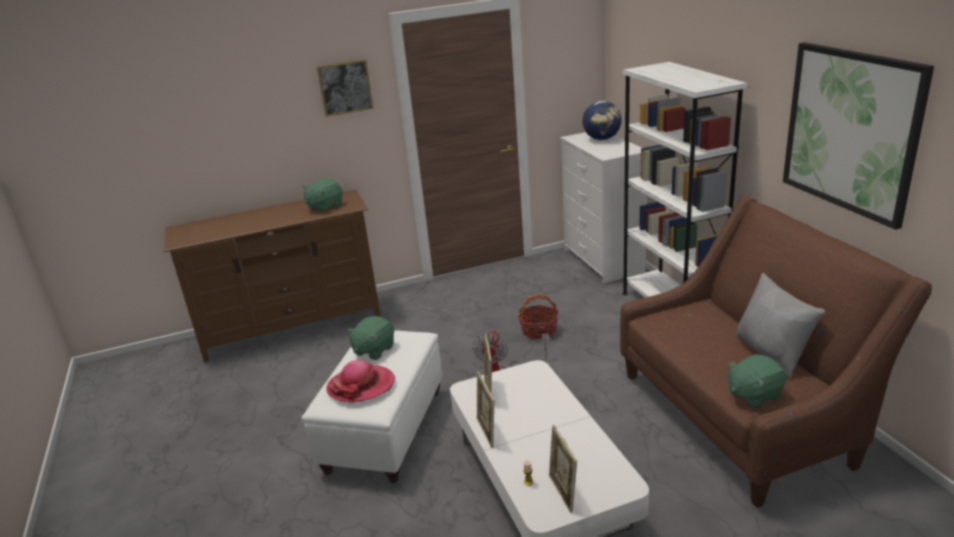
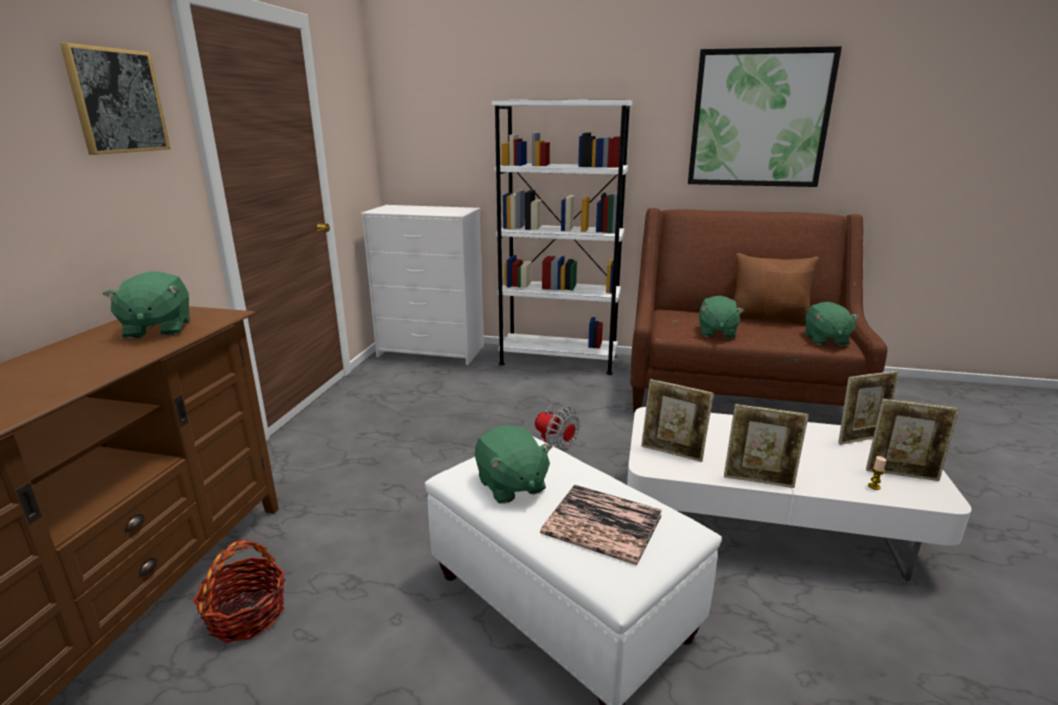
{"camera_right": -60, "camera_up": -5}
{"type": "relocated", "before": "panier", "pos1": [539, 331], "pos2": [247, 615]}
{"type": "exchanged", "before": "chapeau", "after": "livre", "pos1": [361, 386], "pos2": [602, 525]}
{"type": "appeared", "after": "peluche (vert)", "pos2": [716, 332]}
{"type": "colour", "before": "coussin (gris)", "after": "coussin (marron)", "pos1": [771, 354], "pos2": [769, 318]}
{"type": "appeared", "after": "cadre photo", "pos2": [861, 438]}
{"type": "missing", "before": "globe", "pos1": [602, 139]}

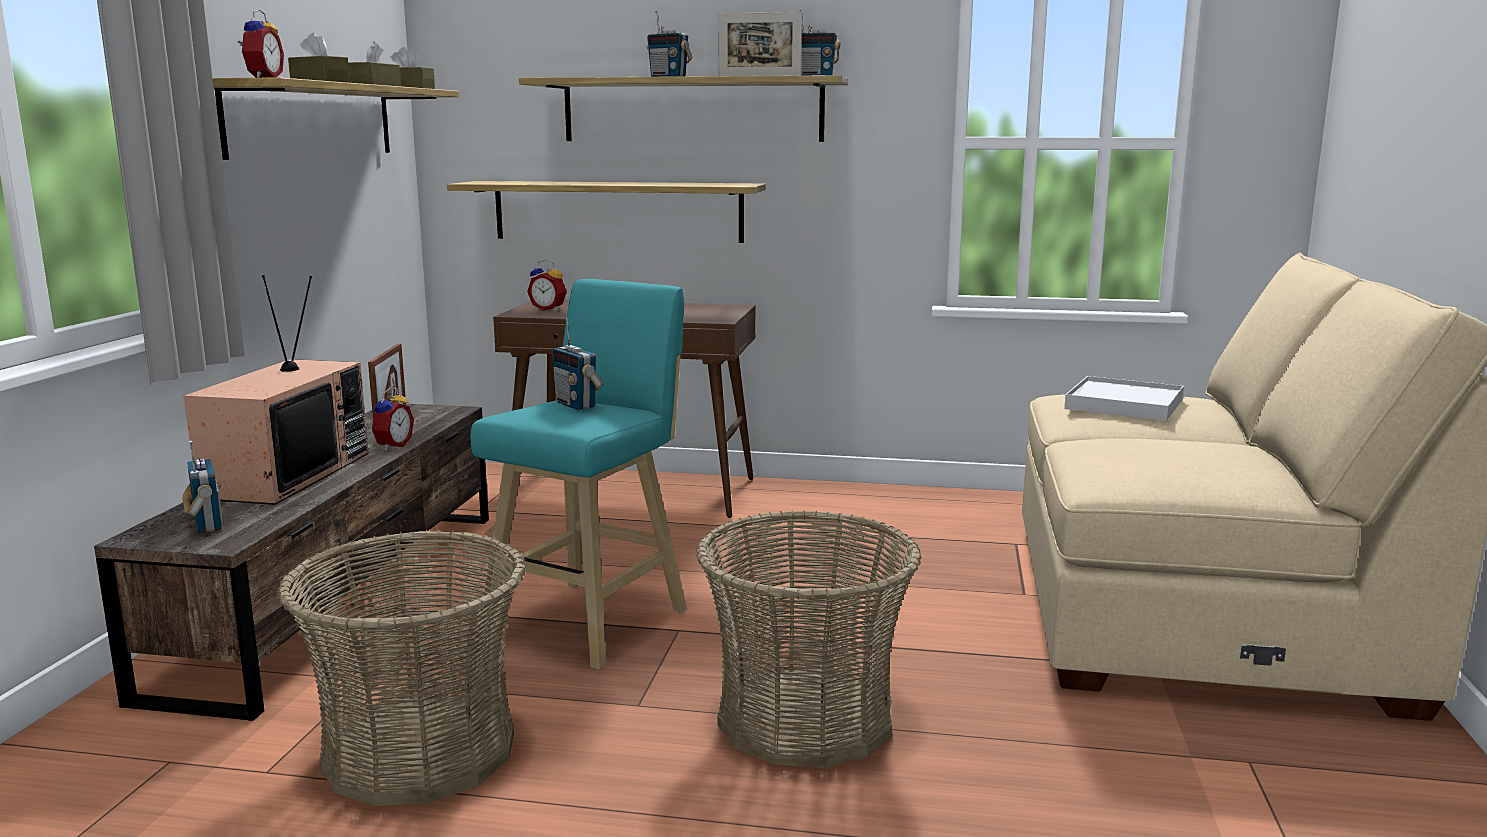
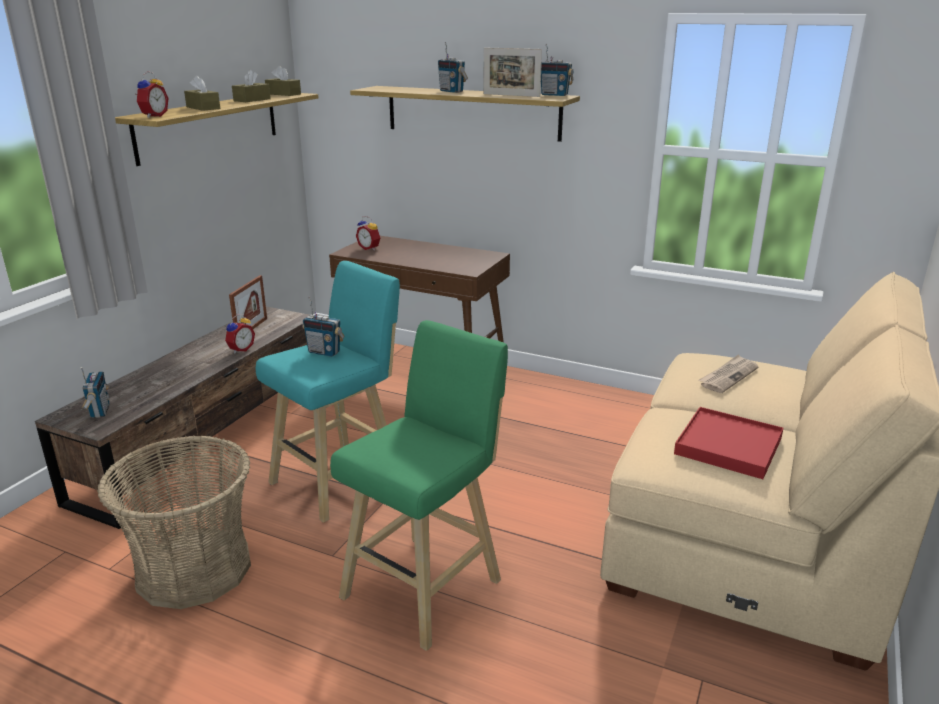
{"camera_right": 15, "camera_up": 10}
{"type": "spun", "before": "radio", "pos1": [576, 405], "pos2": [324, 352], "turn": -45}
{"type": "exchanged", "before": "panier", "after": "tabouret (vert)", "pos1": [805, 718], "pos2": [426, 585]}
{"type": "appeared", "after": "plateau (rouge)", "pos2": [728, 446]}
{"type": "exchanged", "before": "plateau (blanc)", "after": "journal", "pos1": [1123, 404], "pos2": [728, 376]}
{"type": "missing", "before": "téléviseur", "pos1": [286, 474]}
{"type": "missing", "before": "étagère", "pos1": [618, 211]}

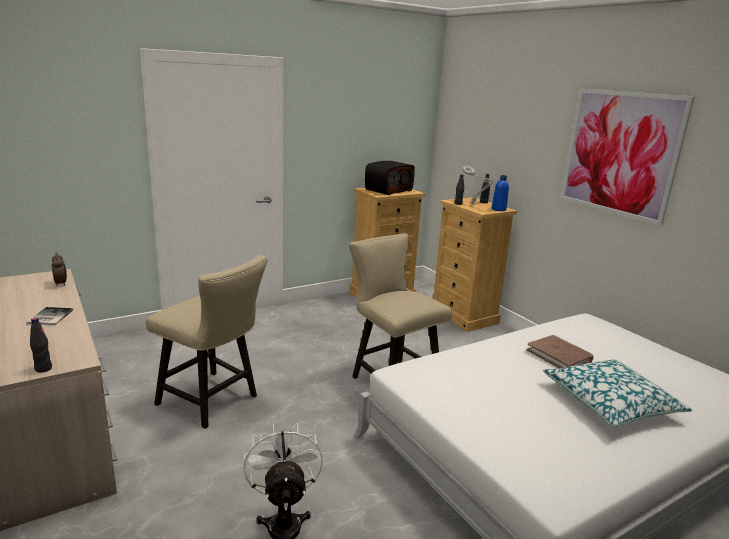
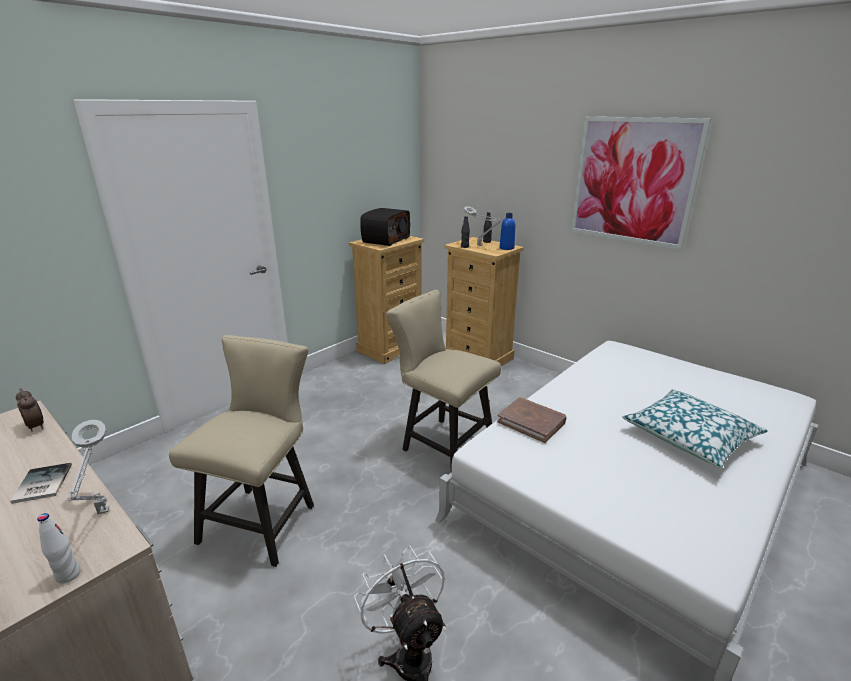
{"camera_right": -15, "camera_up": 5}
{"type": "colour", "before": "bouteille (noir)", "after": "bouteille (blanc)", "pos1": [43, 369], "pos2": [68, 575]}
{"type": "appeared", "after": "lampe de table (gris)", "pos2": [103, 514]}
{"type": "spun", "before": "chaise (beige)", "pos1": [213, 402], "pos2": [263, 518], "turn": -90}
{"type": "relocated", "before": "livre (marron)", "pos1": [559, 356], "pos2": [531, 421]}

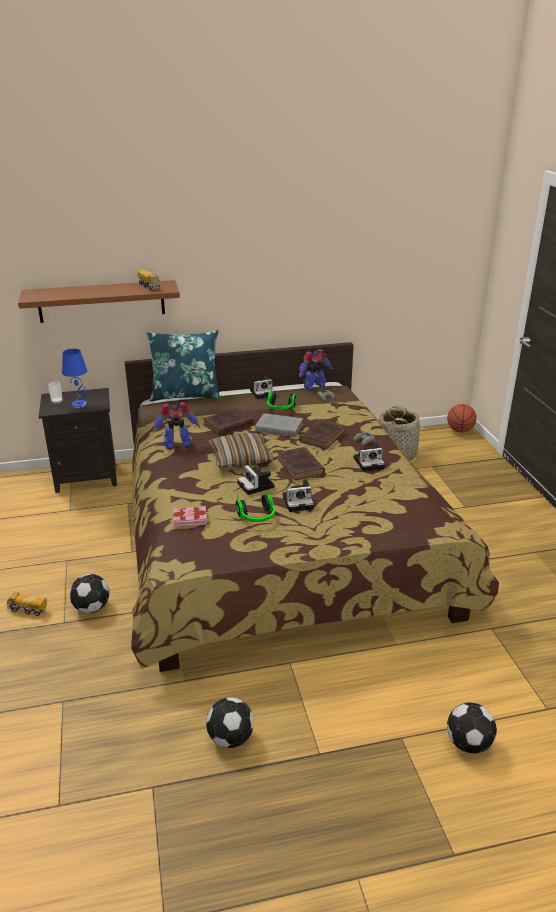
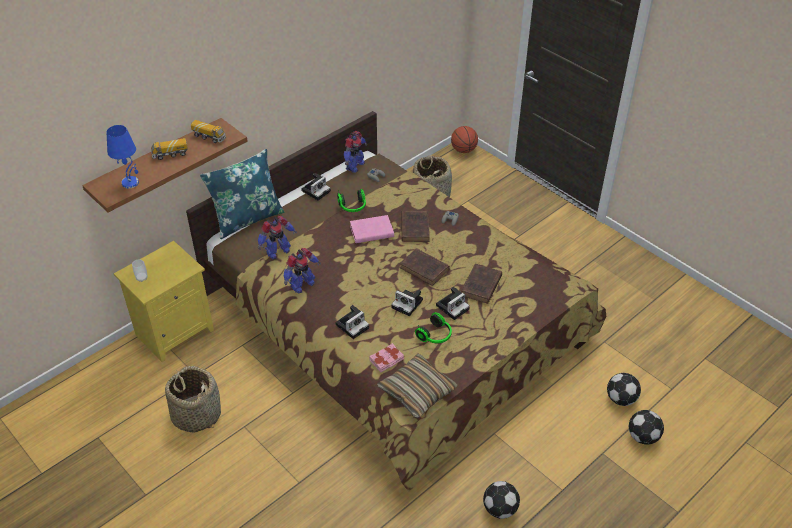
{"camera_right": -30, "camera_up": 15}
{"type": "relocated", "before": "lampe de table (bleu)", "pos1": [80, 404], "pos2": [130, 182]}
{"type": "colour", "before": "table de chevet (noir)", "after": "table de chevet (jaune)", "pos1": [87, 476], "pos2": [175, 331]}
{"type": "relocated", "before": "camion jouet", "pos1": [28, 610], "pos2": [170, 154]}
{"type": "appeared", "after": "panier", "pos2": [196, 414]}
{"type": "appeared", "after": "robot jouet", "pos2": [277, 251]}
{"type": "relocated", "before": "appareil photo", "pos1": [369, 462], "pos2": [353, 325]}
{"type": "colour", "before": "livre (gris)", "after": "livre (rose)", "pos1": [278, 428], "pos2": [370, 232]}
{"type": "relocated", "before": "coussin", "pos1": [240, 458], "pos2": [417, 391]}
{"type": "relocated", "before": "livre (marron)", "pos1": [227, 424], "pos2": [480, 286]}
{"type": "relocated", "before": "ballon de foot", "pos1": [92, 607], "pos2": [620, 398]}

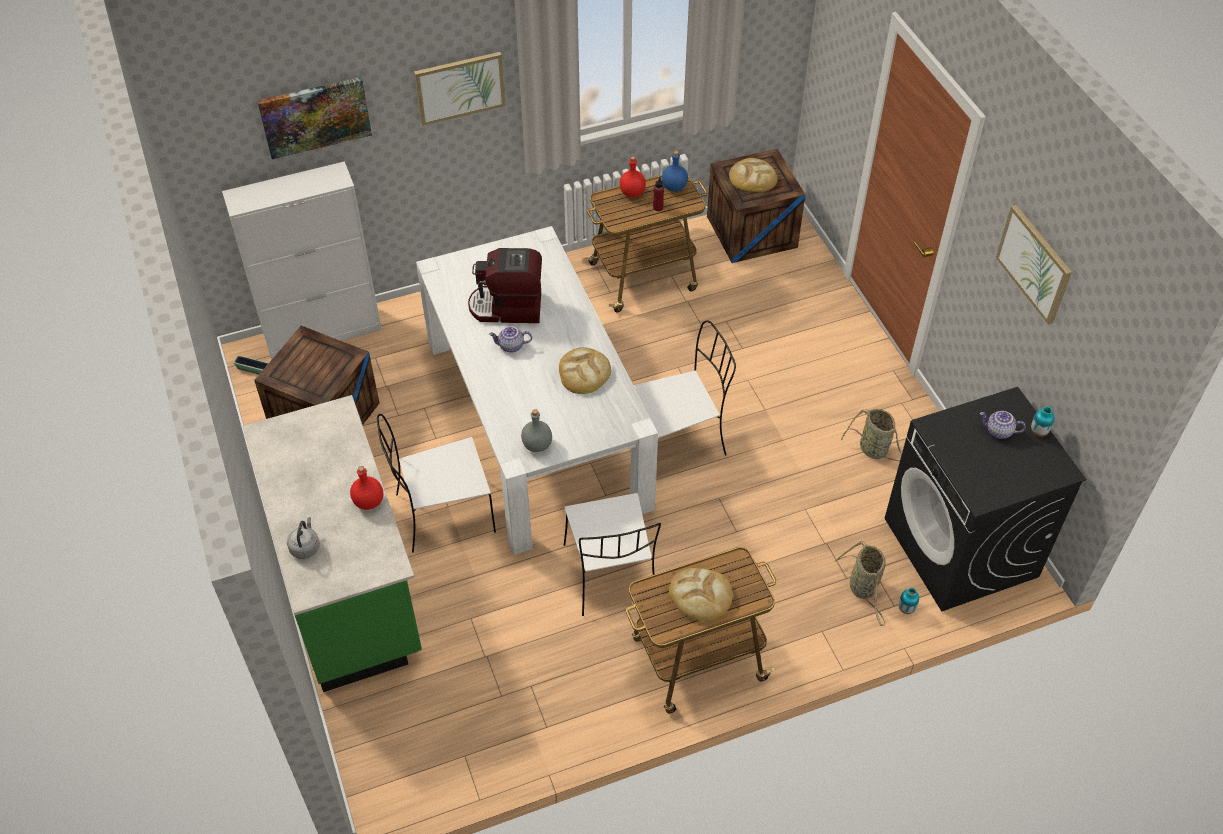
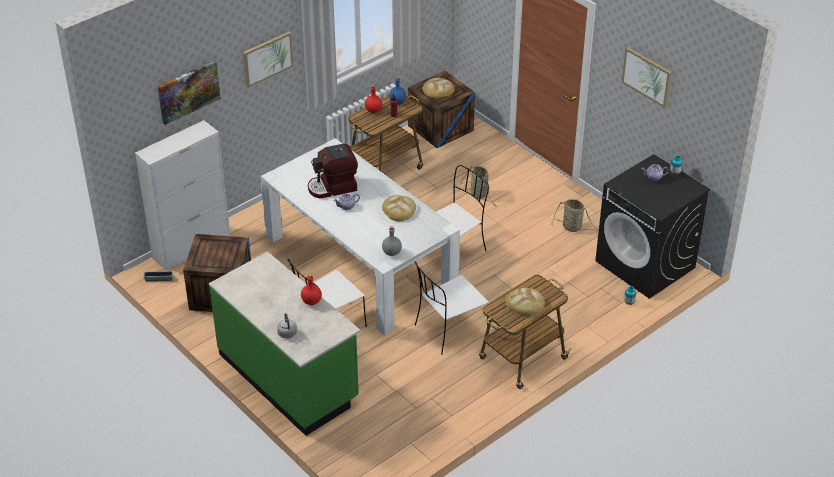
{"camera_right": -20, "camera_up": -10}
{"type": "spun", "before": "chaise (blanc)", "pos1": [611, 575], "pos2": [449, 330], "turn": 90}
{"type": "relocated", "before": "panier", "pos1": [863, 589], "pos2": [479, 195]}

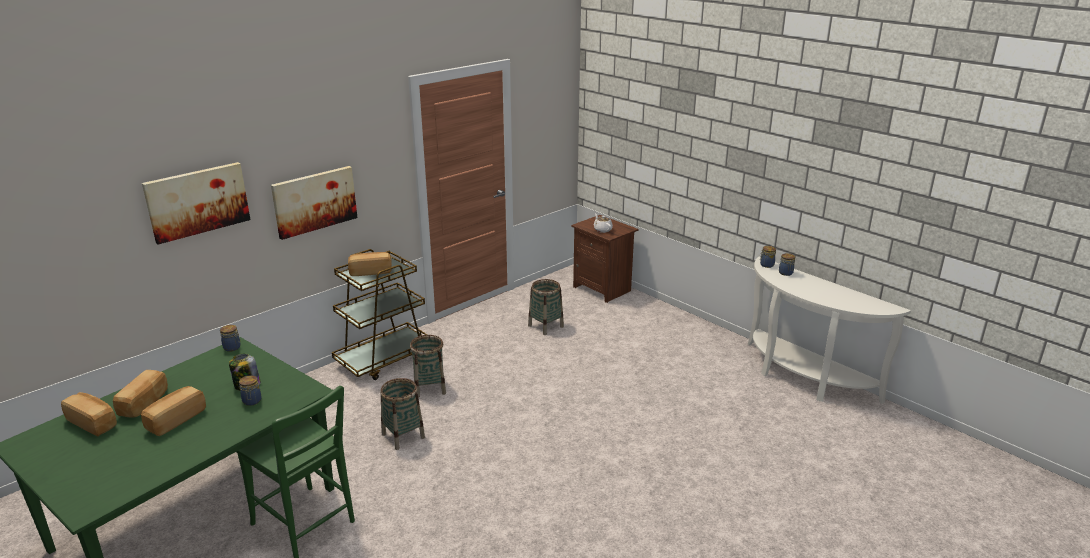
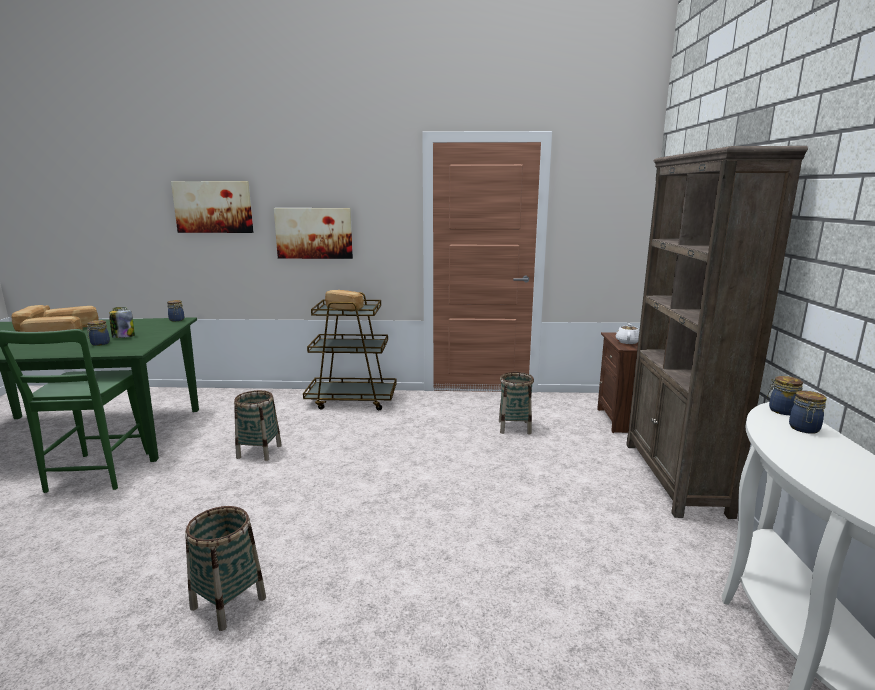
{"camera_right": 45, "camera_up": -10}
{"type": "relocated", "before": "panier", "pos1": [430, 388], "pos2": [228, 603]}
{"type": "appeared", "after": "bibliothèque (marron)", "pos2": [675, 477]}

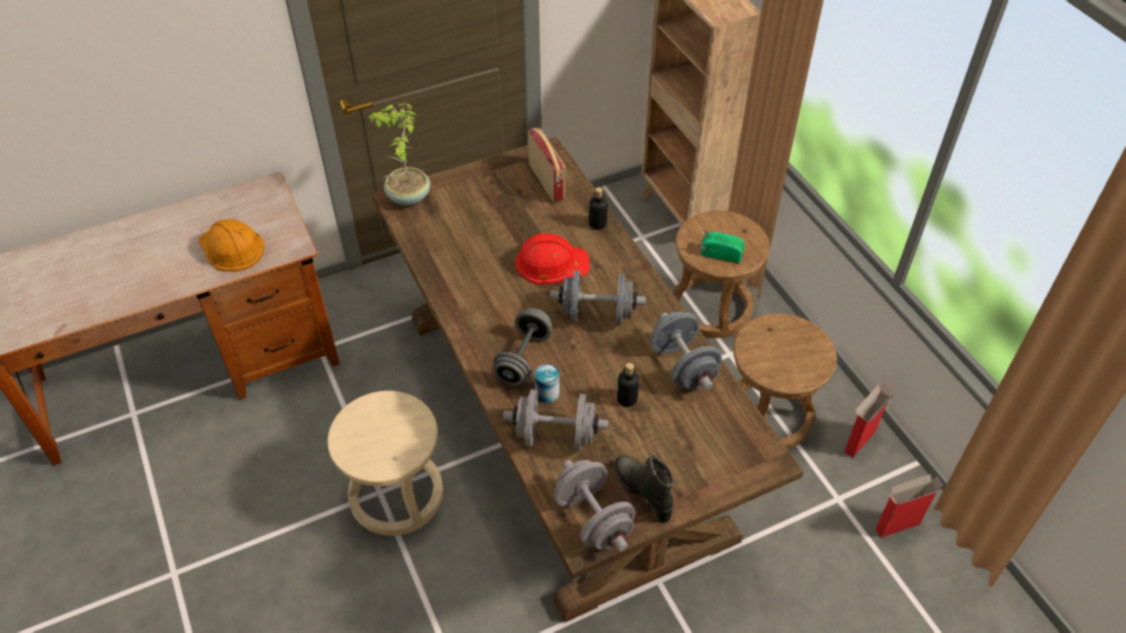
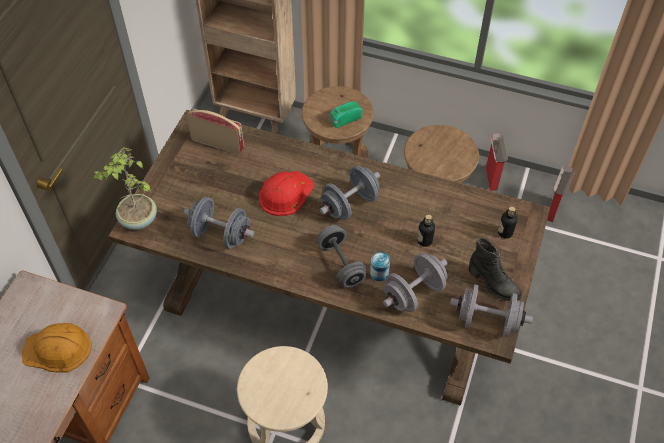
{"camera_right": -45, "camera_up": 5}
{"type": "relocated", "before": "haltère (gris)", "pos1": [683, 366], "pos2": [220, 234]}
{"type": "spun", "before": "botte (noir)", "pos1": [643, 491], "pos2": [493, 284], "turn": -150}
{"type": "relocated", "before": "bouteille", "pos1": [597, 224], "pos2": [505, 232]}

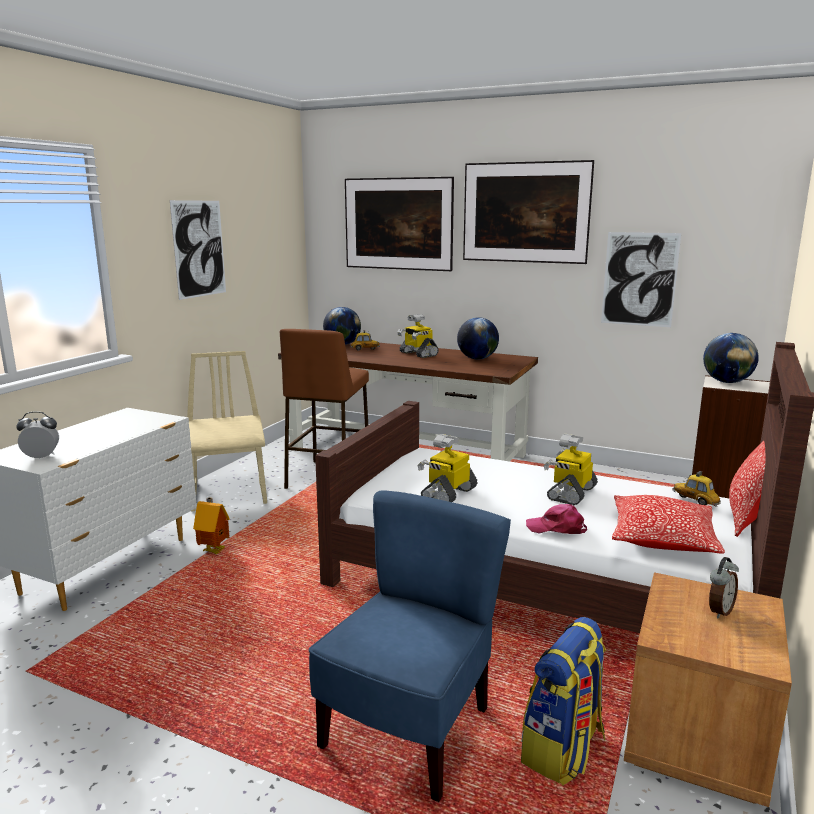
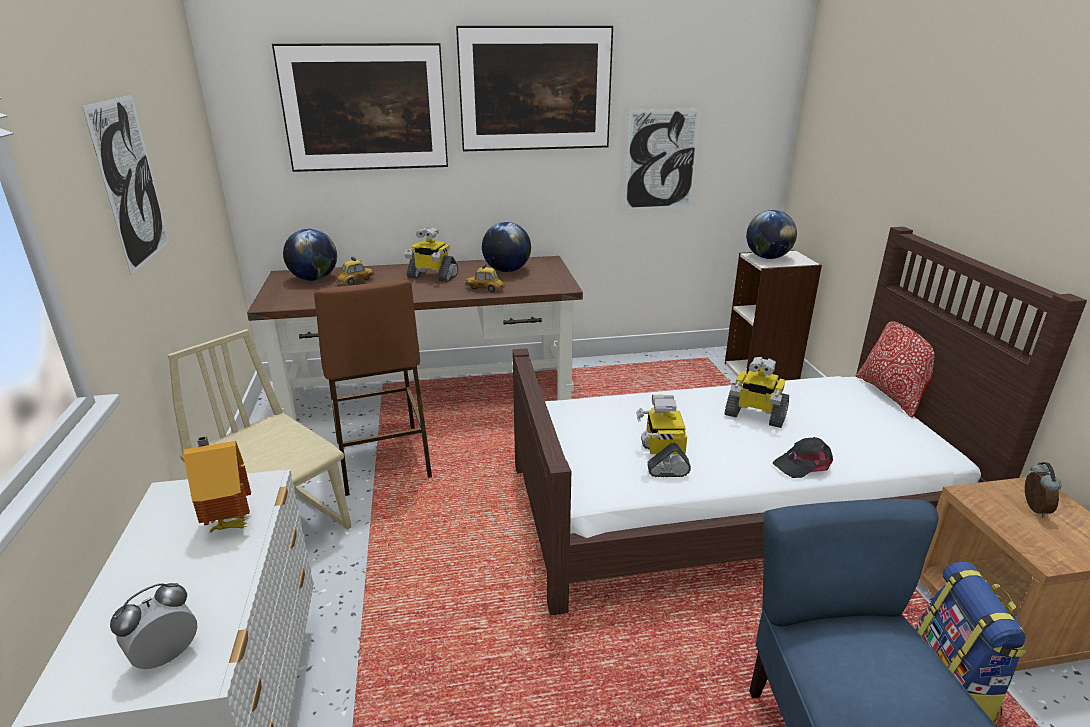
{"camera_right": -35, "camera_up": 10}
{"type": "relocated", "before": "maison miniature", "pos1": [214, 550], "pos2": [229, 523]}
{"type": "relocated", "before": "petite voiture", "pos1": [695, 501], "pos2": [485, 289]}
{"type": "spun", "before": "robot jouet", "pos1": [570, 493], "pos2": [754, 415], "turn": -60}
{"type": "colour", "before": "casquette (rose)", "after": "casquette (noir)", "pos1": [557, 528], "pos2": [803, 464]}
{"type": "missing", "before": "coussin", "pos1": [662, 539]}

